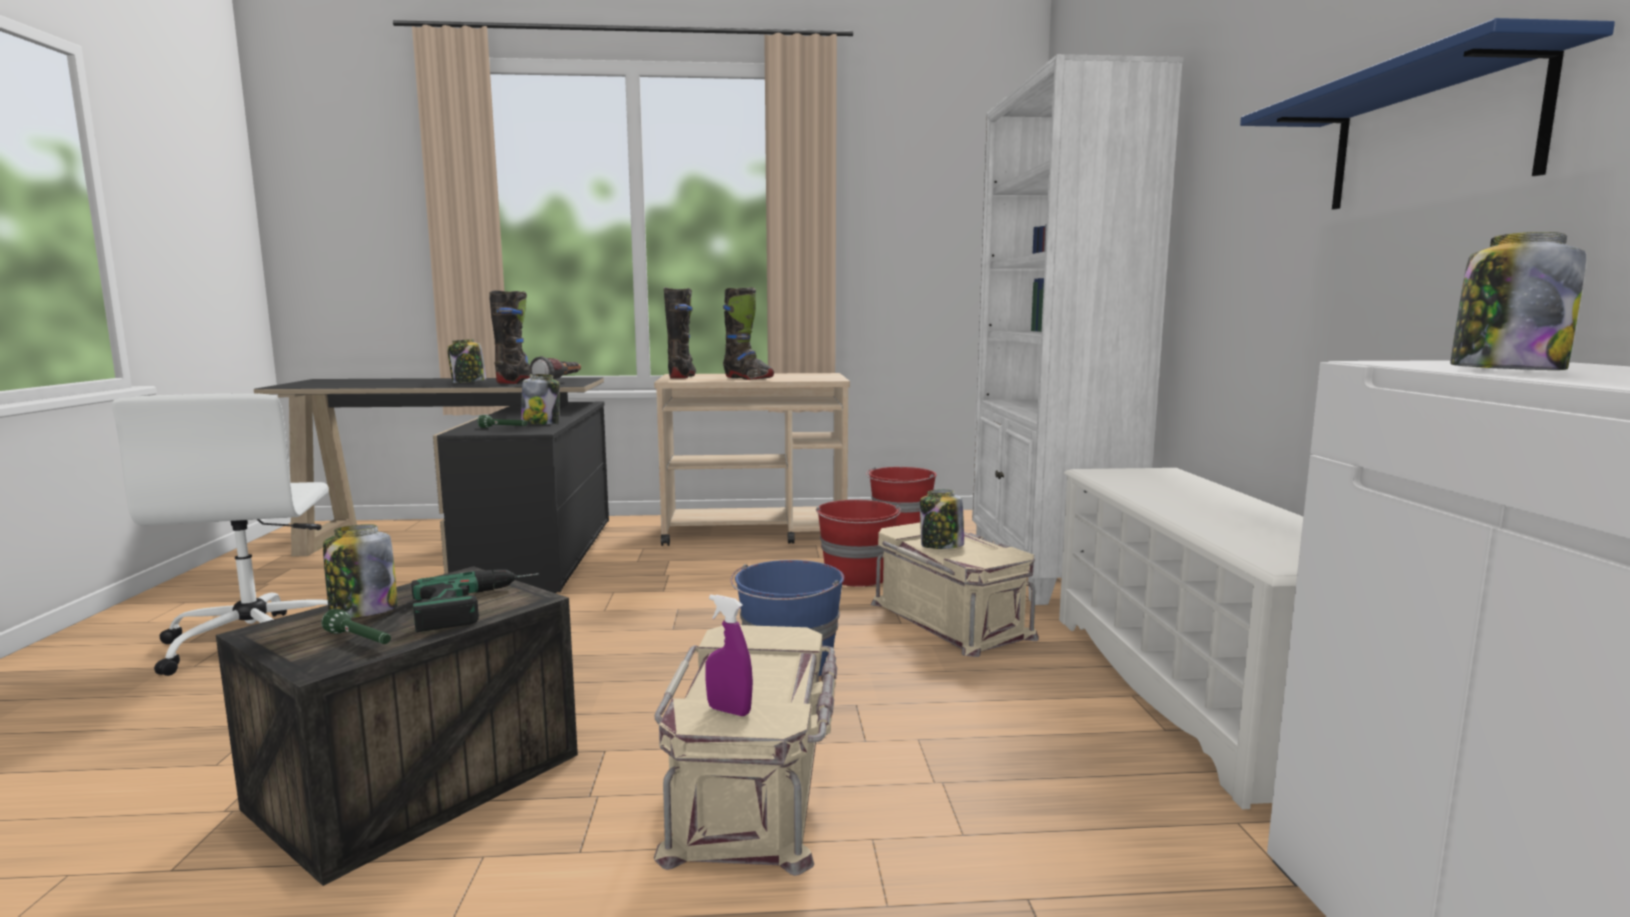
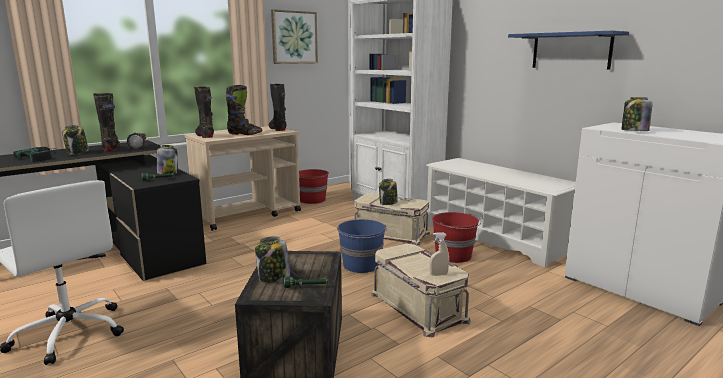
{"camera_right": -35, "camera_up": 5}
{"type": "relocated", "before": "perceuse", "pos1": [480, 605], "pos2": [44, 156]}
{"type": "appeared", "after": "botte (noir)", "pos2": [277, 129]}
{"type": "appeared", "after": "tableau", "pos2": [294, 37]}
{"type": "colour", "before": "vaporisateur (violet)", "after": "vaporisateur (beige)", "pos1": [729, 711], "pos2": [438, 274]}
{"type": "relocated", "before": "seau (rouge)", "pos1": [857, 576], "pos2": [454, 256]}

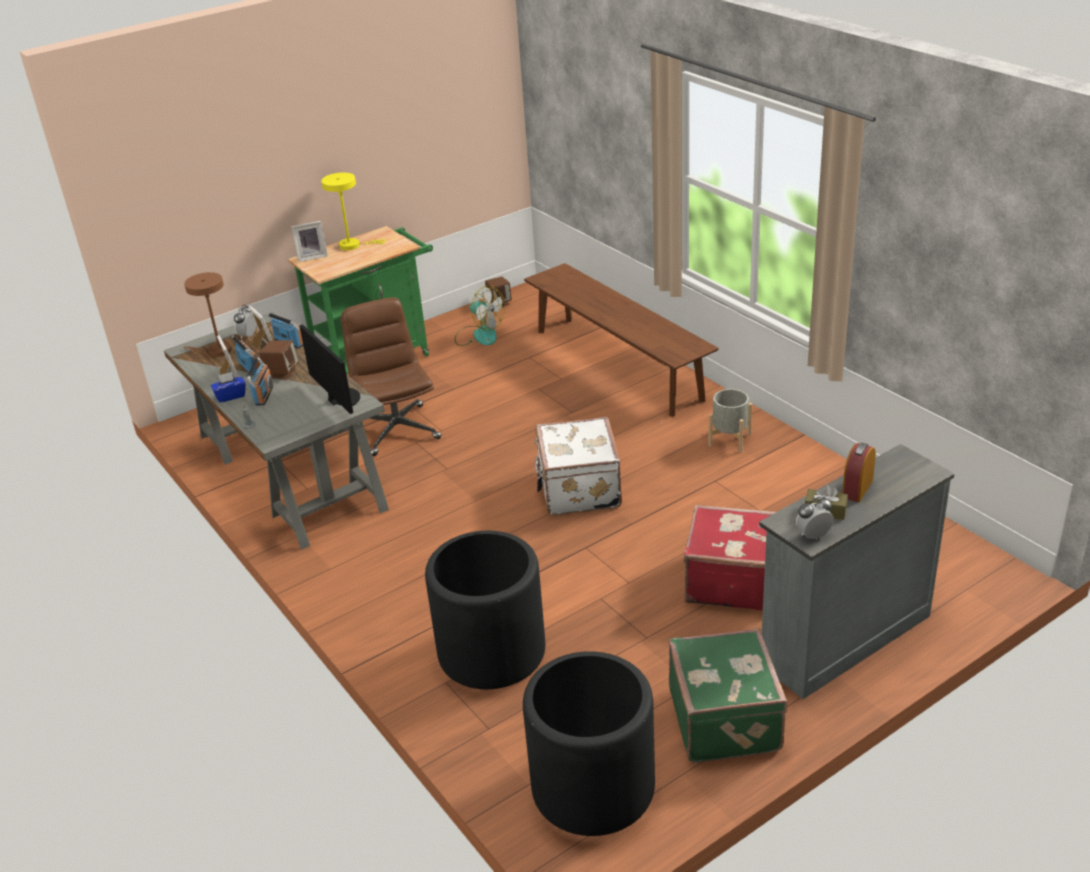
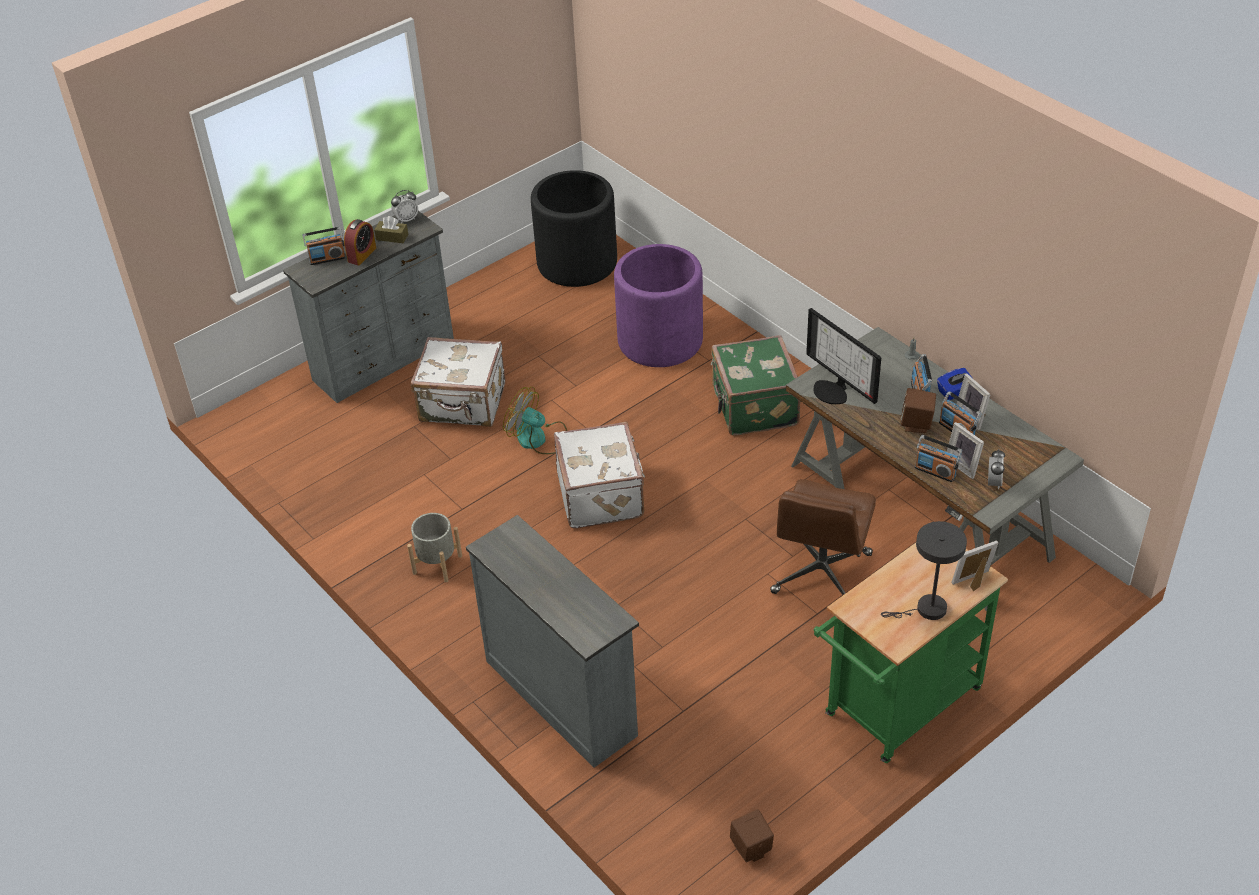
{"camera_right": 175, "camera_up": 10}
{"type": "appeared", "after": "radio", "pos2": [327, 258]}
{"type": "colour", "before": "valise (rouge)", "after": "valise (blanc)", "pos1": [732, 581], "pos2": [463, 404]}
{"type": "exchanged", "before": "banc (marron)", "after": "commode (gris)", "pos1": [617, 364], "pos2": [562, 695]}
{"type": "relocated", "before": "ventilateur", "pos1": [479, 335], "pos2": [538, 439]}
{"type": "colour", "before": "cache-pot (noir)", "after": "cache-pot (violet)", "pos1": [491, 652], "pos2": [660, 340]}
{"type": "relocated", "before": "valise (vert)", "pos1": [726, 719], "pos2": [753, 407]}
{"type": "spun", "before": "chaise de bureau (marron)", "pos1": [397, 429], "pos2": [821, 574], "turn": 45}
{"type": "colour", "before": "lampe de table (jaune)", "after": "lampe de table (gris)", "pos1": [353, 245], "pos2": [926, 610]}
{"type": "missing", "before": "lampe de table (marron)", "pos1": [216, 351]}

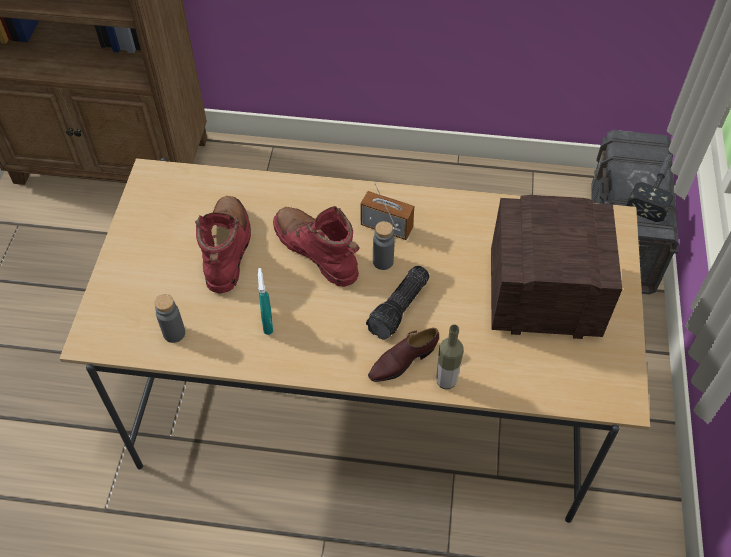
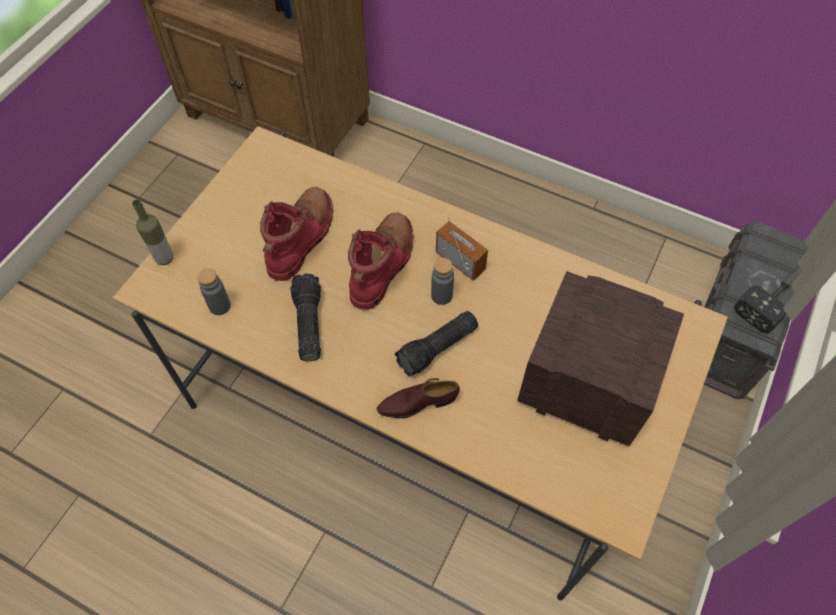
{"camera_right": 20, "camera_up": 5}
{"type": "relocated", "before": "bouteille", "pos1": [446, 381], "pos2": [164, 258]}
{"type": "exchanged", "before": "vaporisateur (turquoise)", "after": "lampe de poche", "pos1": [267, 323], "pos2": [307, 323]}
{"type": "spun", "before": "botte (rouge)", "pos1": [316, 251], "pos2": [382, 266], "turn": 45}

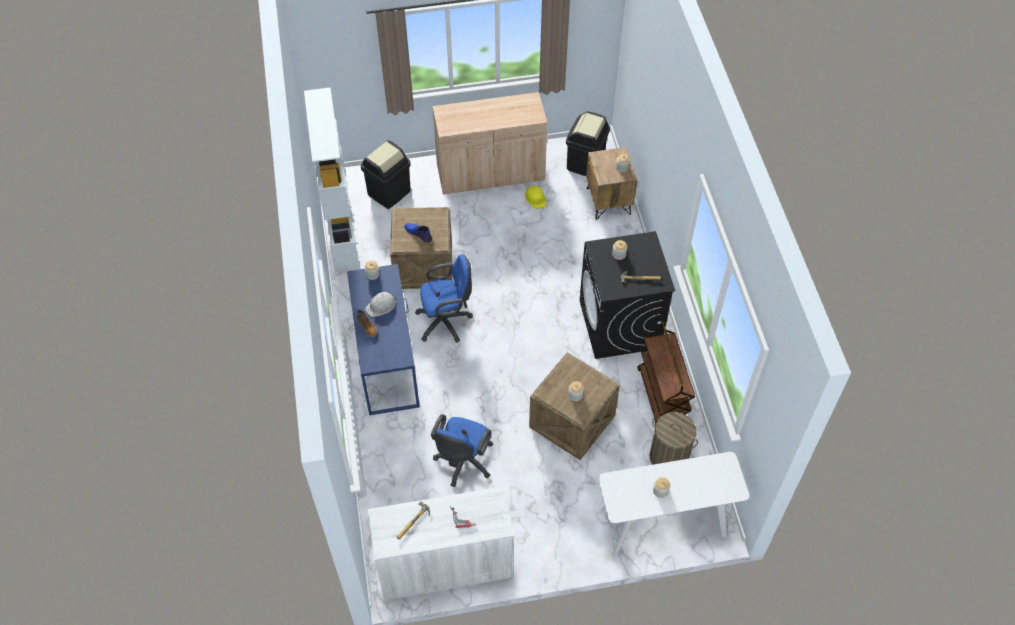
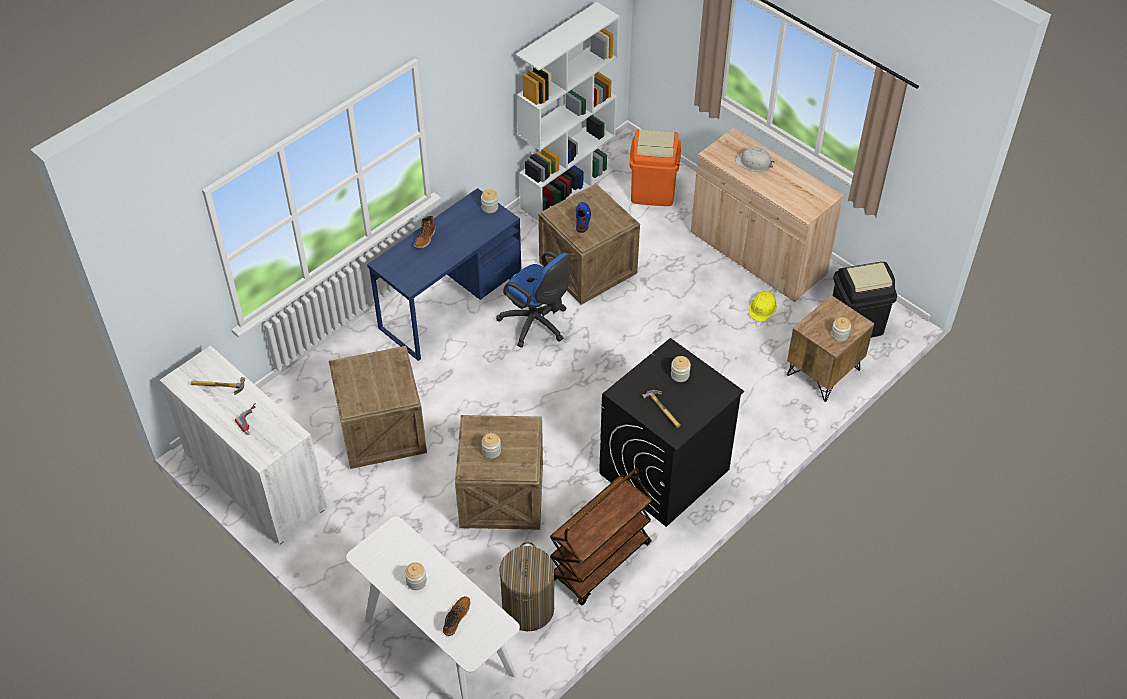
{"camera_right": 55, "camera_up": -5}
{"type": "exchanged", "before": "chaise de bureau (bleu)", "after": "caisse", "pos1": [463, 463], "pos2": [381, 431]}
{"type": "appeared", "after": "botte", "pos2": [456, 617]}
{"type": "colour", "before": "poubelle (noir)", "after": "poubelle (orange)", "pos1": [389, 192], "pos2": [653, 191]}
{"type": "relocated", "before": "casque de chantier (blanc)", "pos1": [381, 306], "pos2": [754, 162]}

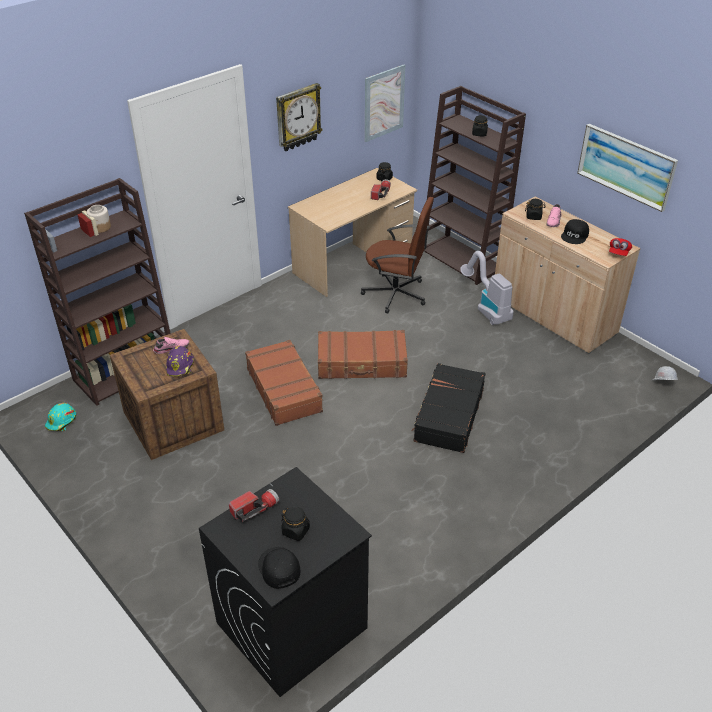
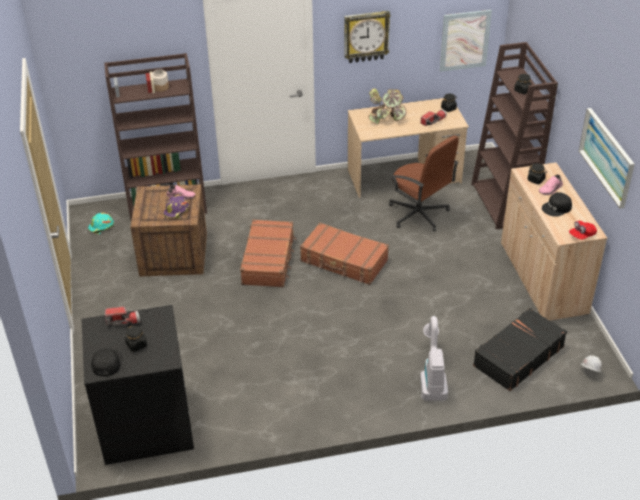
{"camera_right": 30, "camera_up": 0}
{"type": "appeared", "after": "plante en pot", "pos2": [386, 118]}
{"type": "relocated", "before": "aspirateur", "pos1": [486, 307], "pos2": [432, 377]}
{"type": "relocated", "before": "valise (noir)", "pos1": [448, 415], "pos2": [517, 356]}

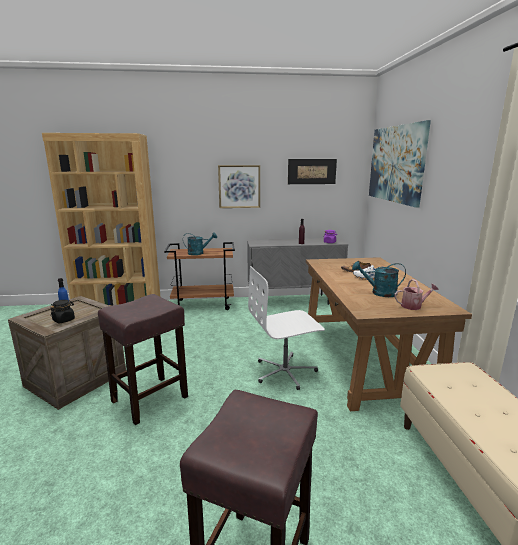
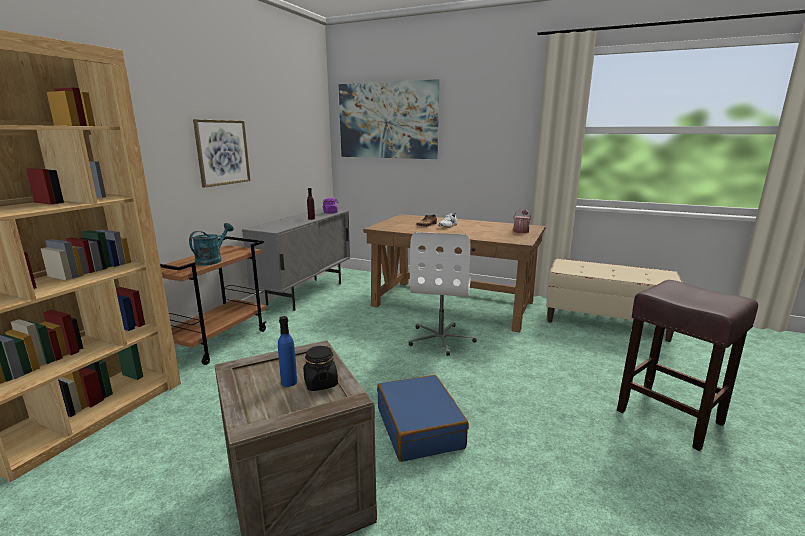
{"camera_right": -60, "camera_up": 0}
{"type": "exchanged", "before": "tabouret (marron)", "after": "valise (bleu)", "pos1": [151, 398], "pos2": [420, 427]}
{"type": "missing", "before": "tableau", "pos1": [312, 171]}
{"type": "missing", "before": "arrosoir (turquoise)", "pos1": [379, 293]}

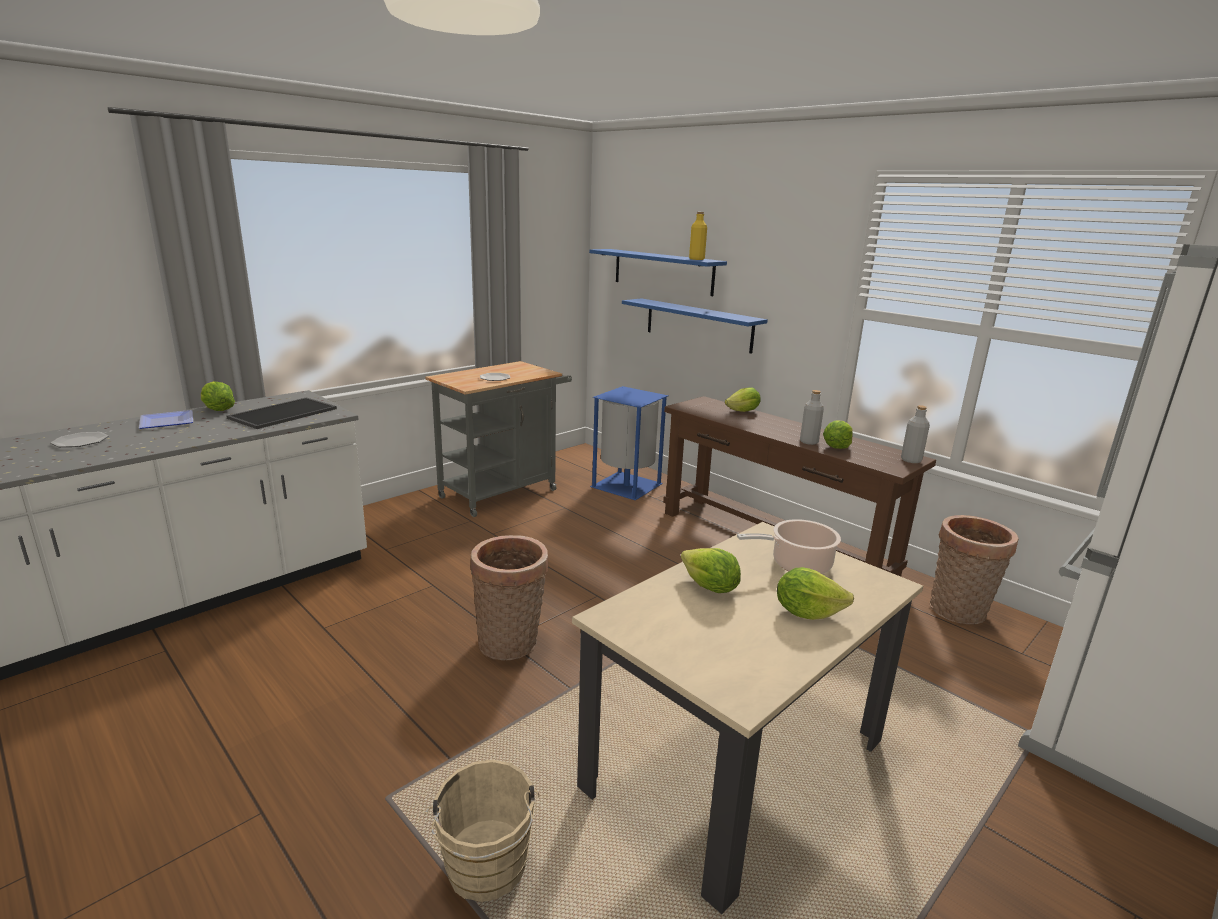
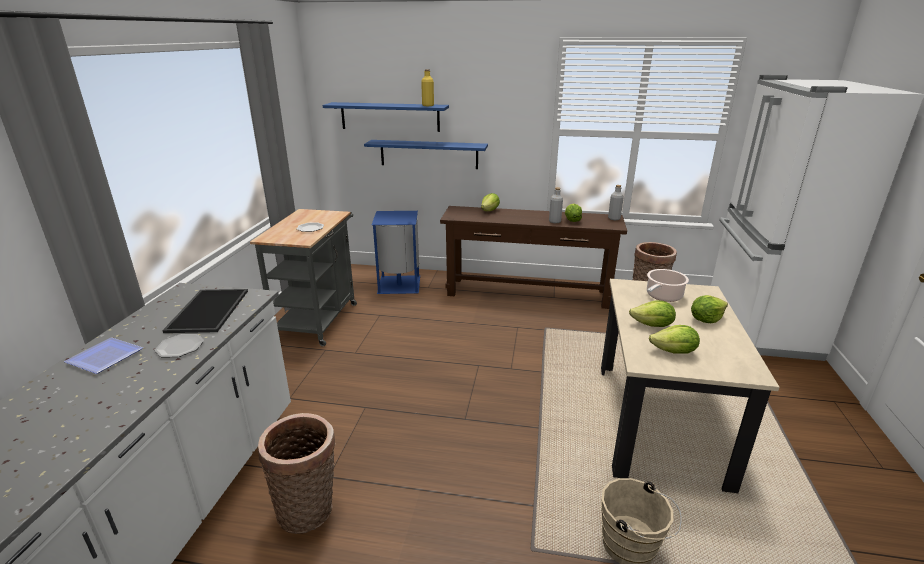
{"camera_right": -35, "camera_up": 5}
{"type": "relocated", "before": "assiette", "pos1": [80, 442], "pos2": [180, 347]}
{"type": "relocated", "before": "panier", "pos1": [511, 644], "pos2": [309, 510]}
{"type": "relocated", "before": "laitue", "pos1": [218, 410], "pos2": [674, 352]}

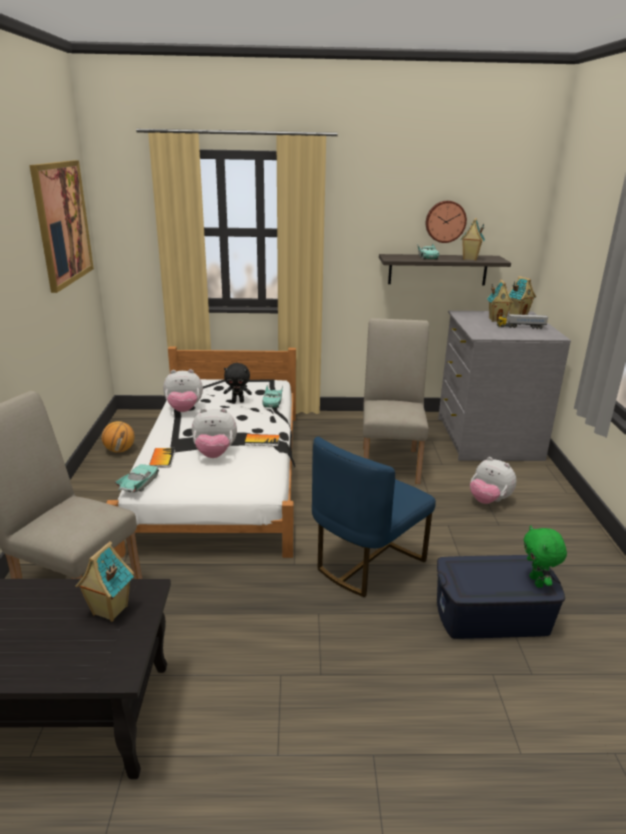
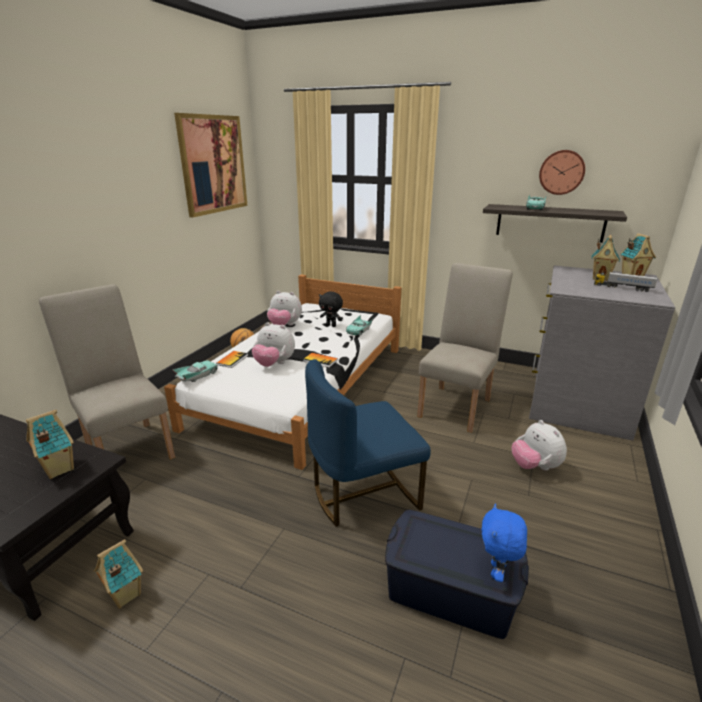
{"camera_right": 25, "camera_up": 0}
{"type": "relocated", "before": "maison miniature", "pos1": [469, 259], "pos2": [124, 595]}
{"type": "colour", "before": "peluche (vert)", "after": "peluche (bleu)", "pos1": [537, 582], "pos2": [497, 572]}

